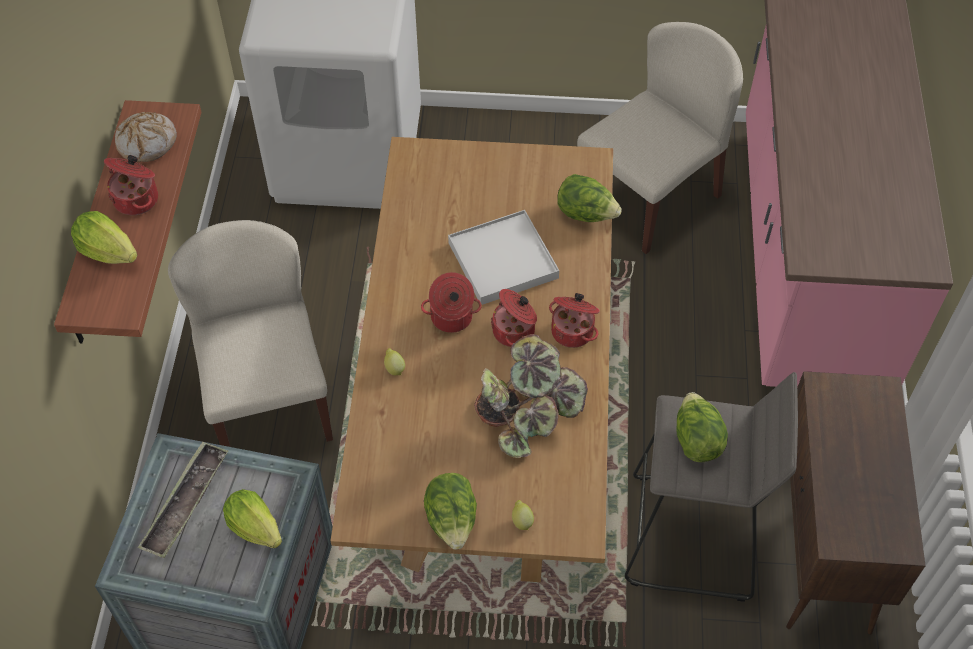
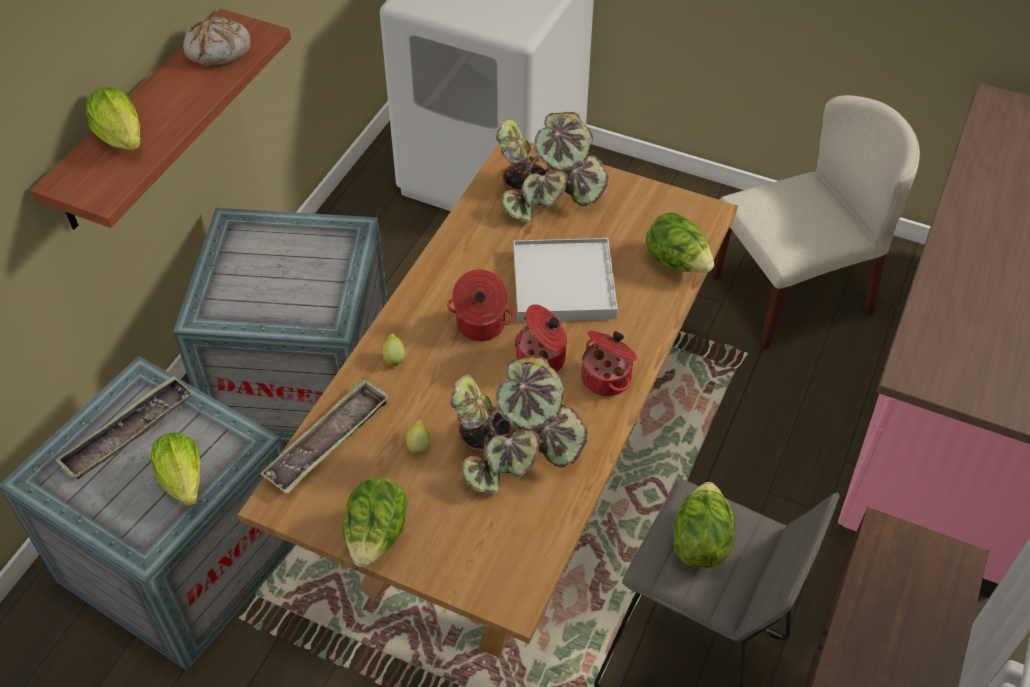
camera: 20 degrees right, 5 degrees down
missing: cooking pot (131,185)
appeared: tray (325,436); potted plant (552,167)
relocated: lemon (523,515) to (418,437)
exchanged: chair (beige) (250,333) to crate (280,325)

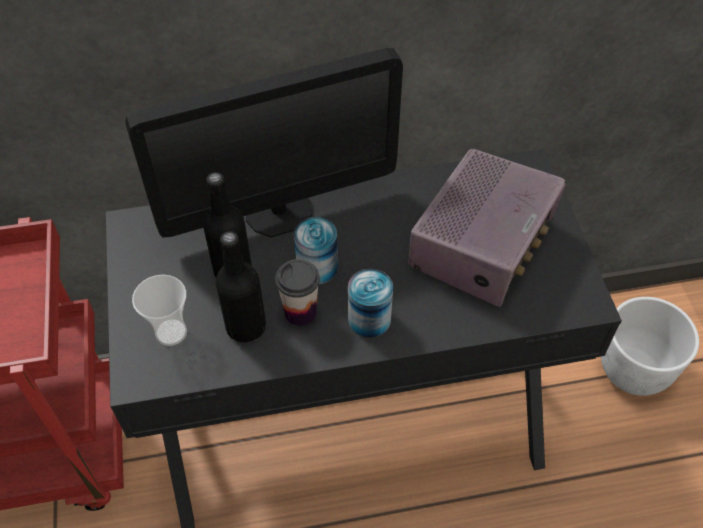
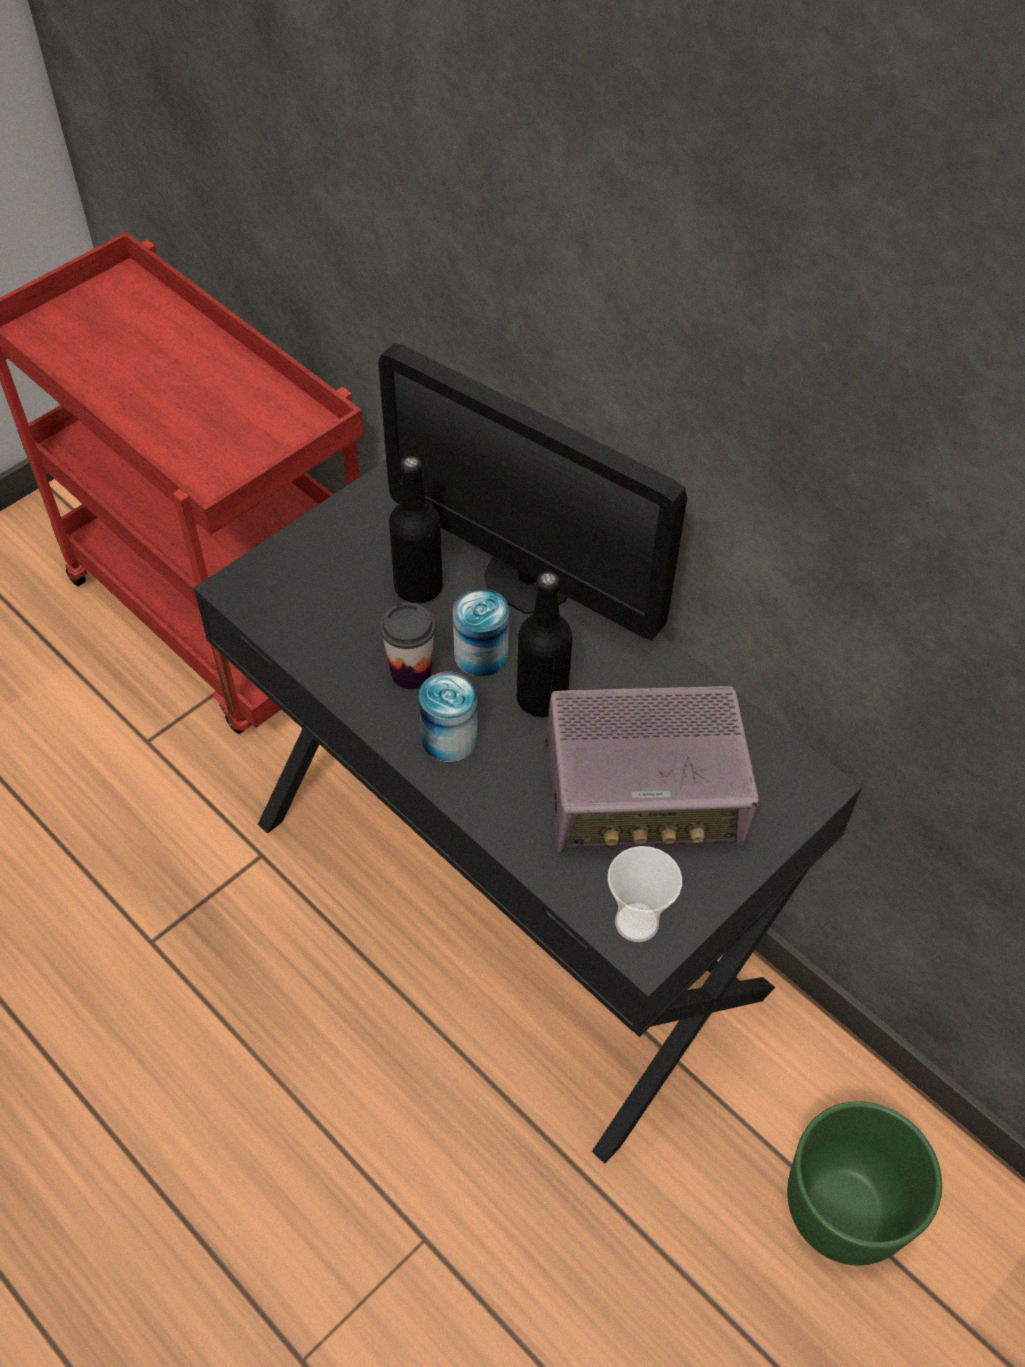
camera: 55 degrees right, 0 degrees up
relocated: cup (159,310) to (645,894); bottle (black) (241,287) to (545,644)
colour: planter (white) (650,346) to planter (green) (864,1183)

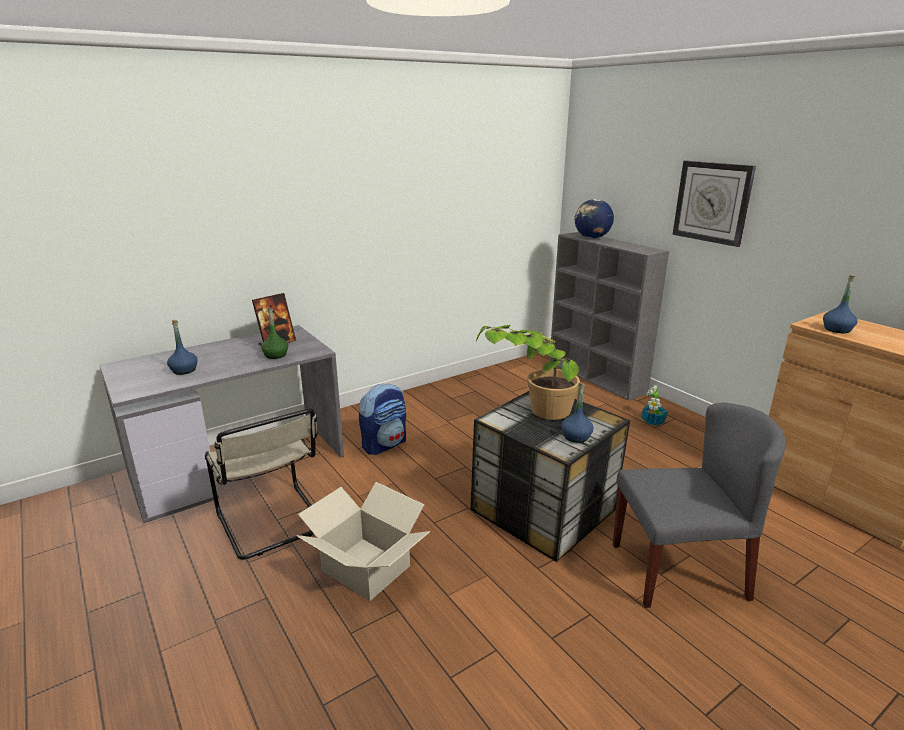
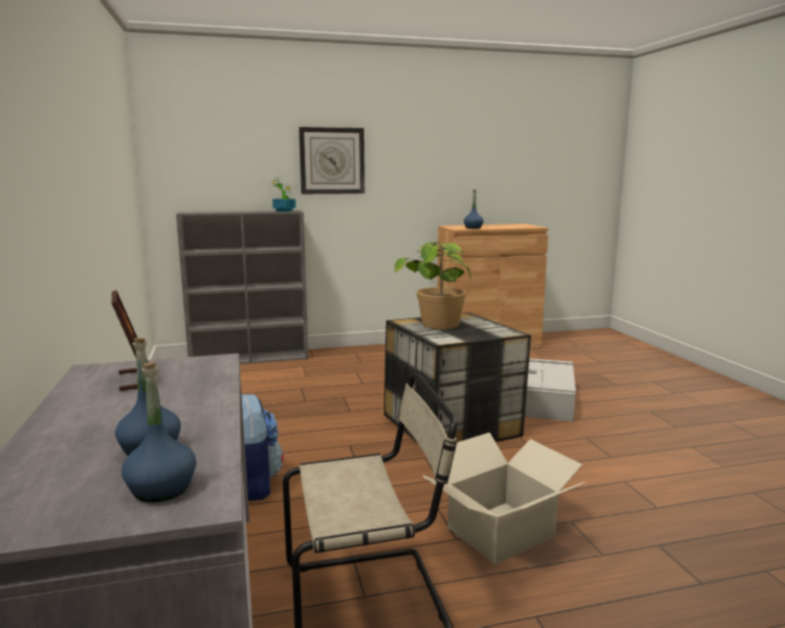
camera: 70 degrees left, 10 degrees down
missing: bottle (green) (274,333); globe (594,218)
relocated: bottle (blue) (577,412) to (159,432); potted plant (654,405) to (283,194)
exchanged: chair (grey) (699,505) to storage box (grey) (550,390)

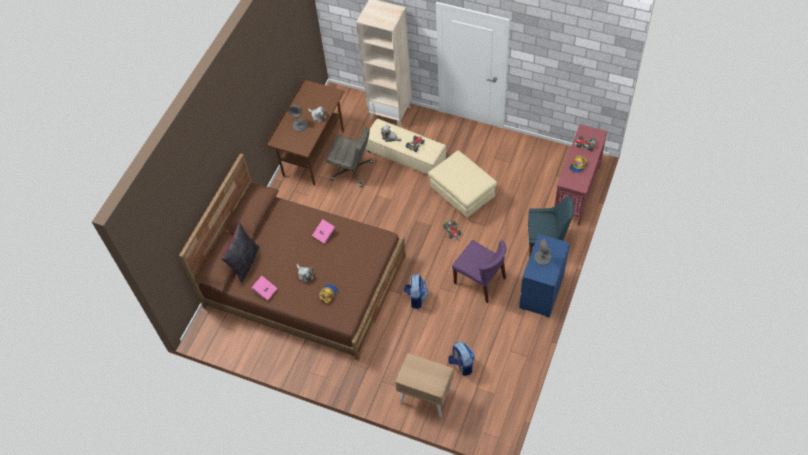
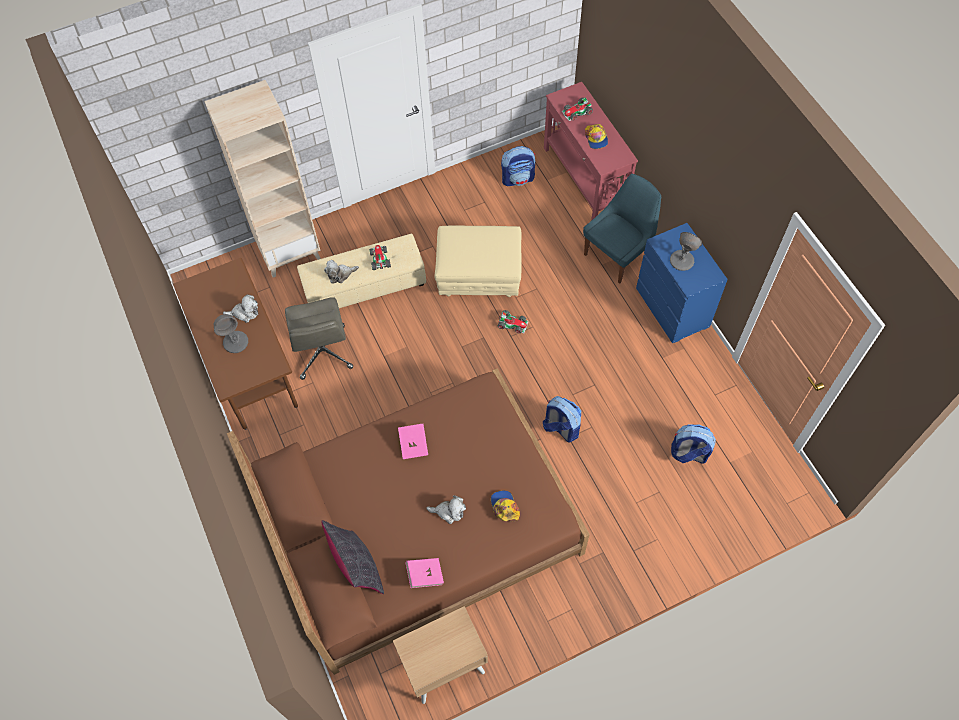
camera: 50 degrees left, 5 degrees up
missing: chair (purple) (479,271)
appeared: backpack (518,166)
relocated: nightstand (beige) (424,385) to (440,655)
spun: office chair (grey) (349,157) = (319,338) 105 degrees clockwise

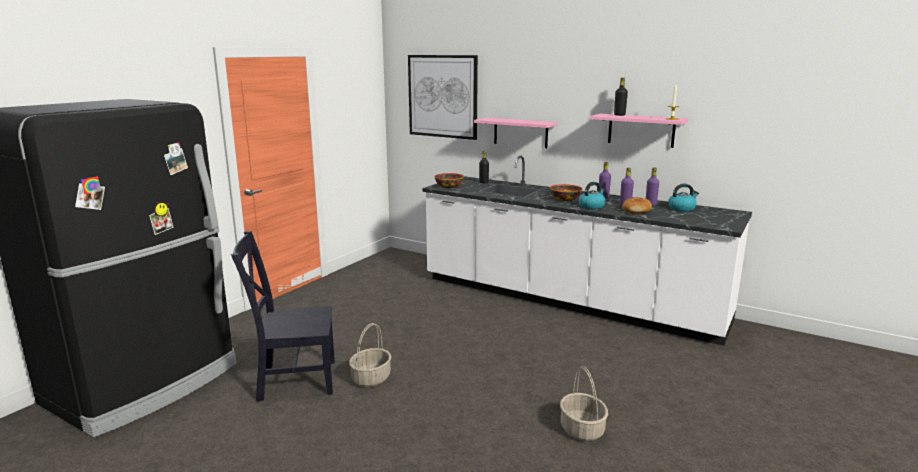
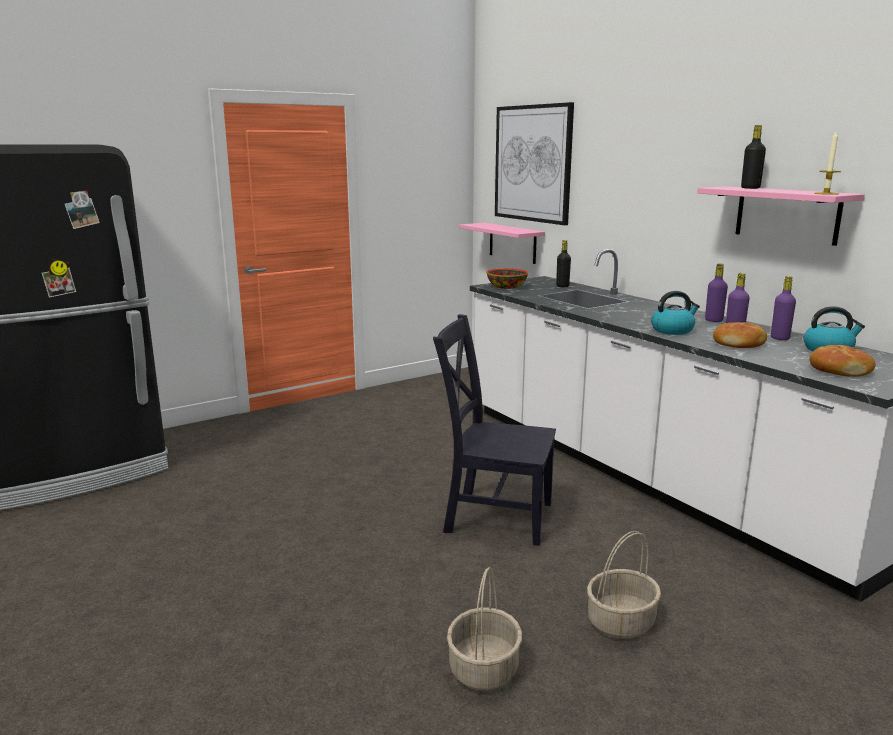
camera: 25 degrees right, 0 degrees up
missing: bowl (566,192)
appeared: bread (843,361)
relocated: chair (black) (283,316) to (494,430); basket (370,355) to (624,585); shelf (pink) (516,133) to (502,243)

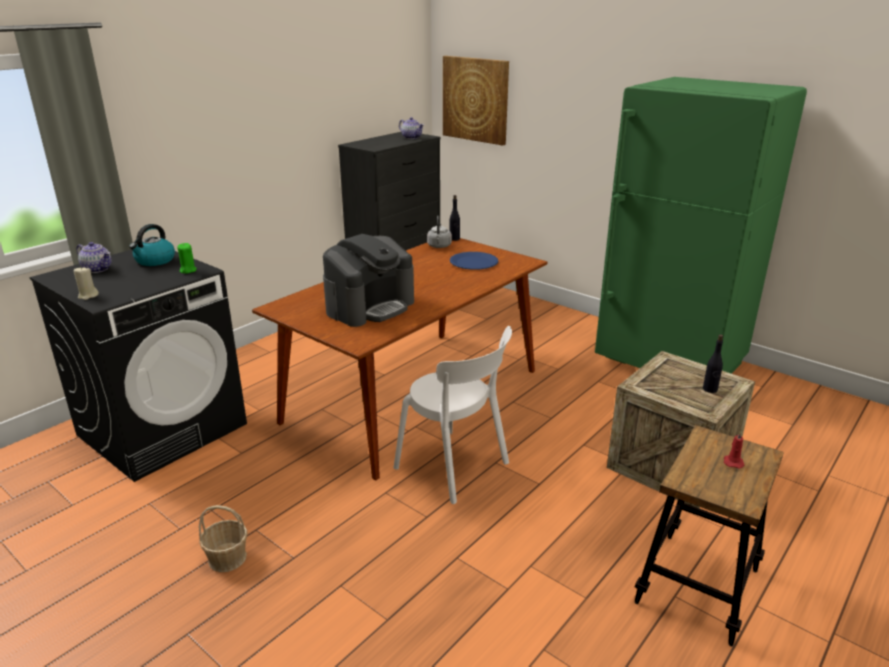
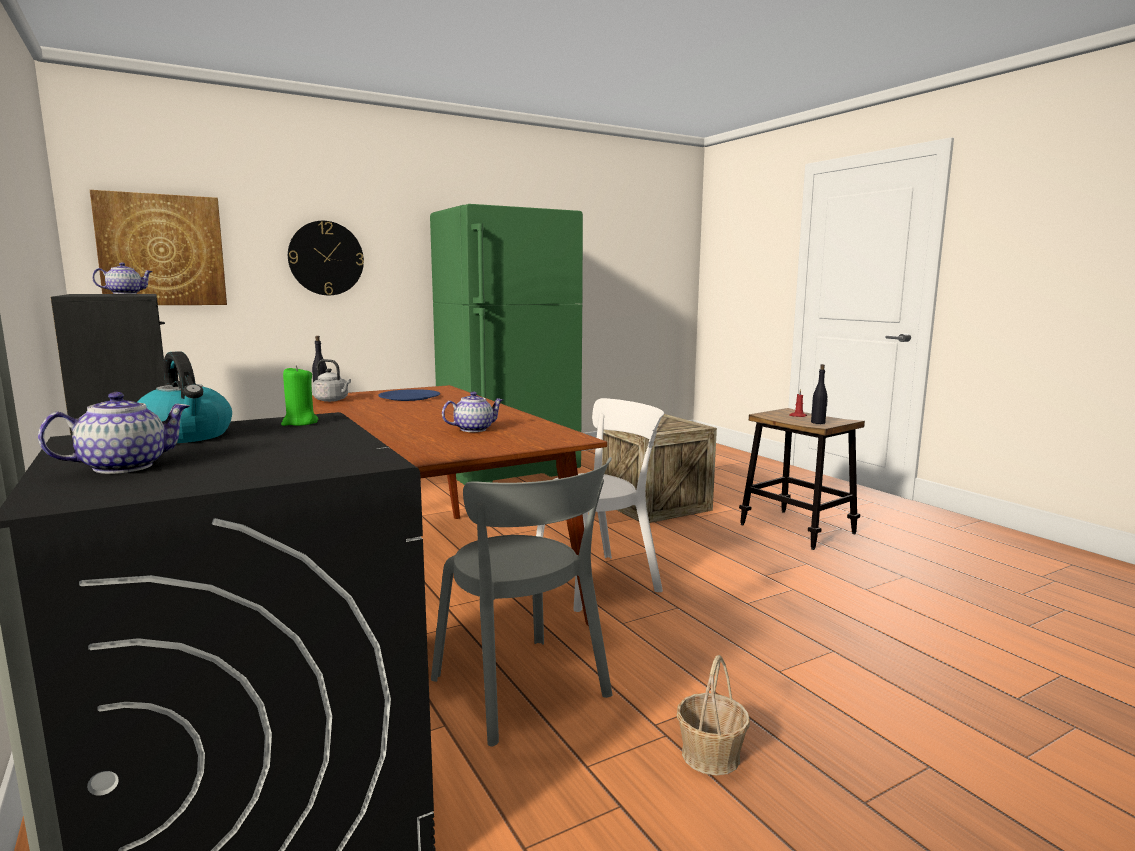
camera: 70 degrees left, 15 degrees down
missing: candle (beige) (86,283)
appeared: wall clock (326,258); chair (grey) (521,602)
relocated: bottle (black) (713,364) to (819,394)
exchanged: coffee machine (368,280) to teapot (472,411)

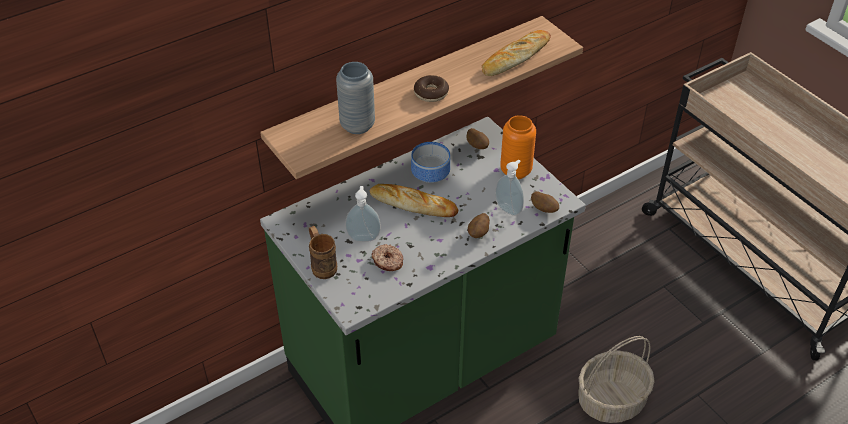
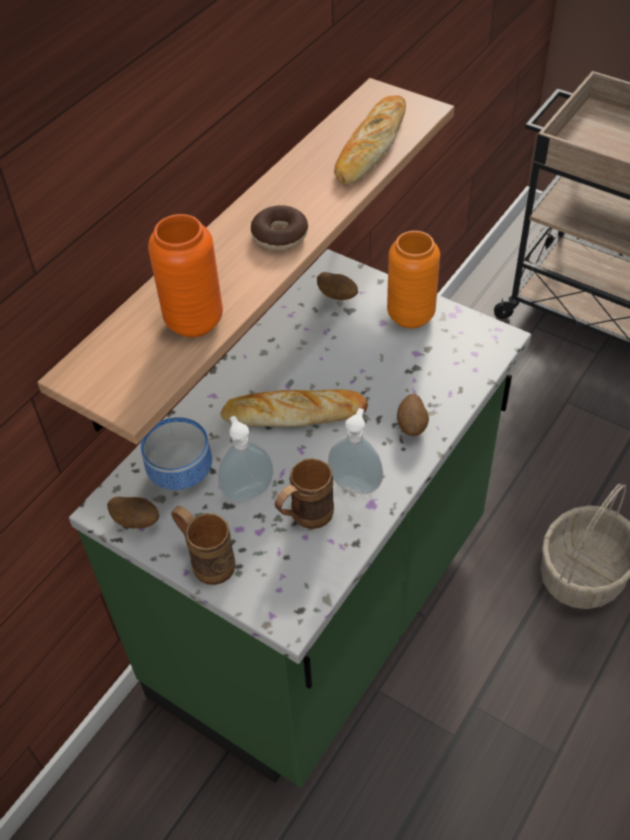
camera: 20 degrees left, 5 degrees up
relocated: bowl (431,162) to (176,453); soap dispenser (509,187) to (355,451); potato (545,202) to (133,513)
exchanged: donut (387,257) to mug (brown) (304,493)
colour: vase (grey) (355,98) to vase (orange) (185,275)

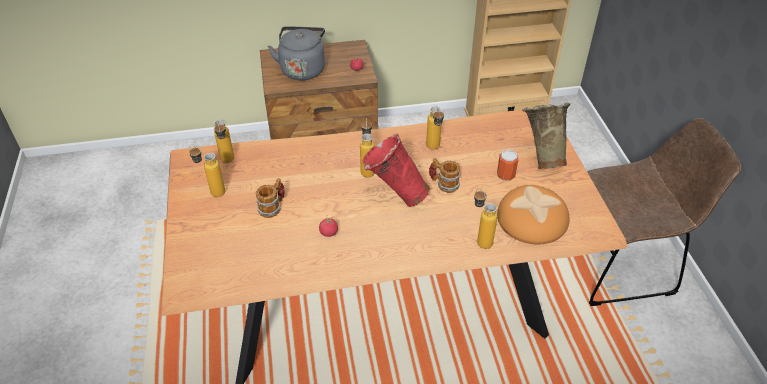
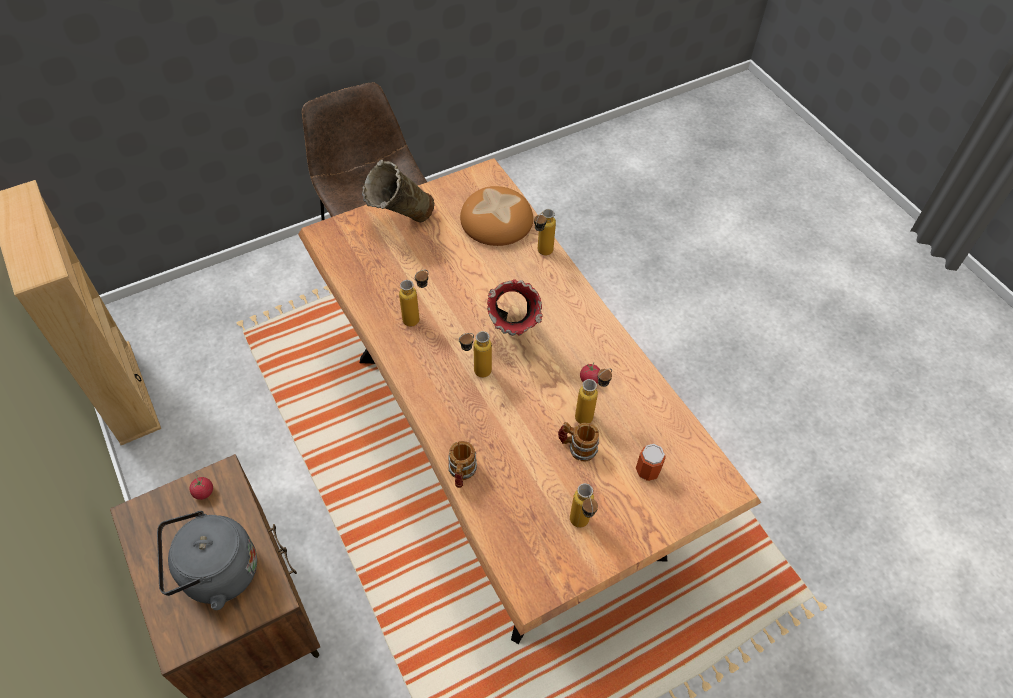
camera: 110 degrees left, 10 degrees up
relocated: bottle (224,141) to (593,396); mug (444,175) to (462,464); can (507,165) to (651,462)

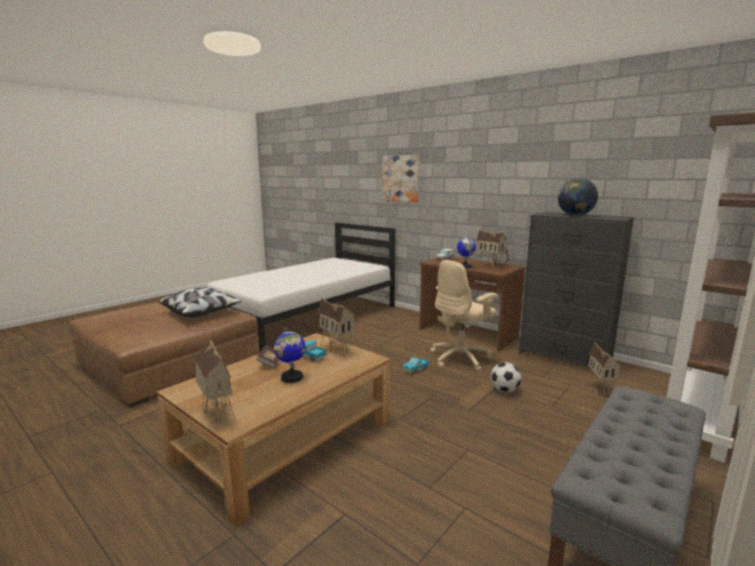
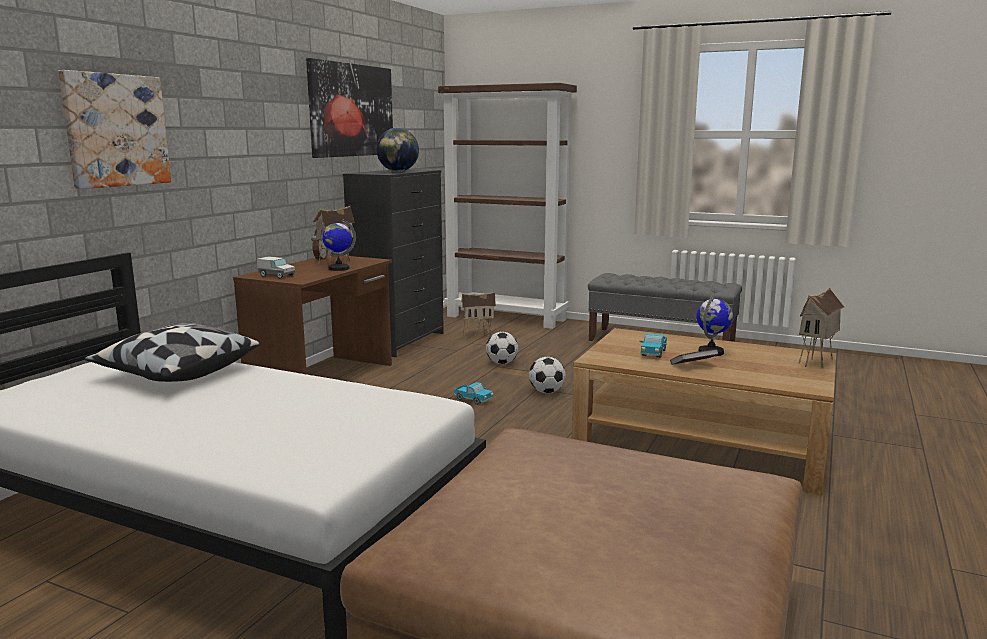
camera: 105 degrees left, 0 degrees up
missing: toy house (337,327); office chair (beige) (464,316)
appeared: picture (349,108); football (547,375)
relocated: pillow (200,302) to (172,352)

